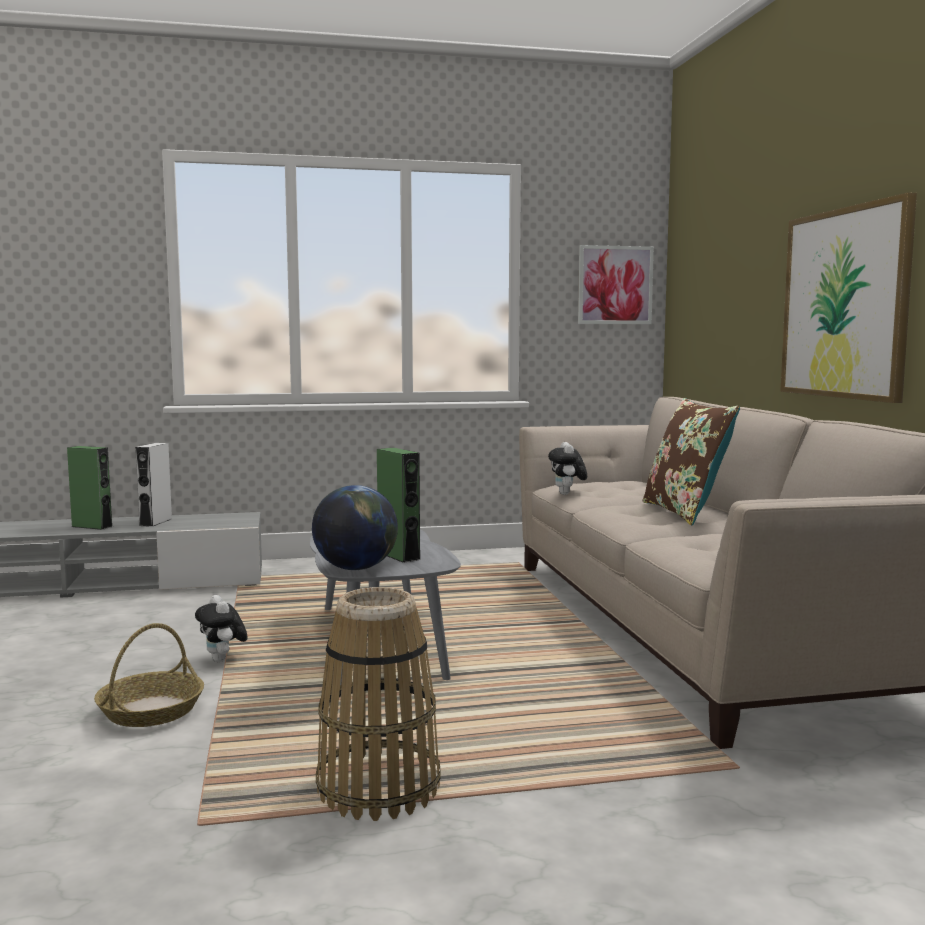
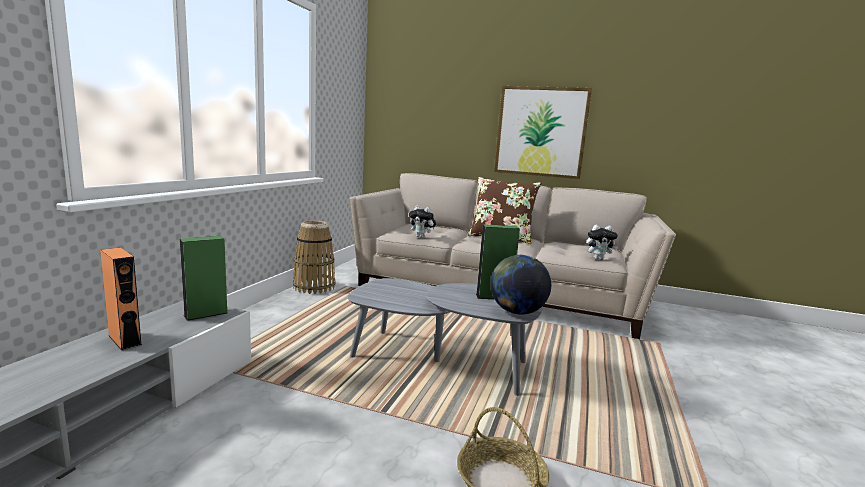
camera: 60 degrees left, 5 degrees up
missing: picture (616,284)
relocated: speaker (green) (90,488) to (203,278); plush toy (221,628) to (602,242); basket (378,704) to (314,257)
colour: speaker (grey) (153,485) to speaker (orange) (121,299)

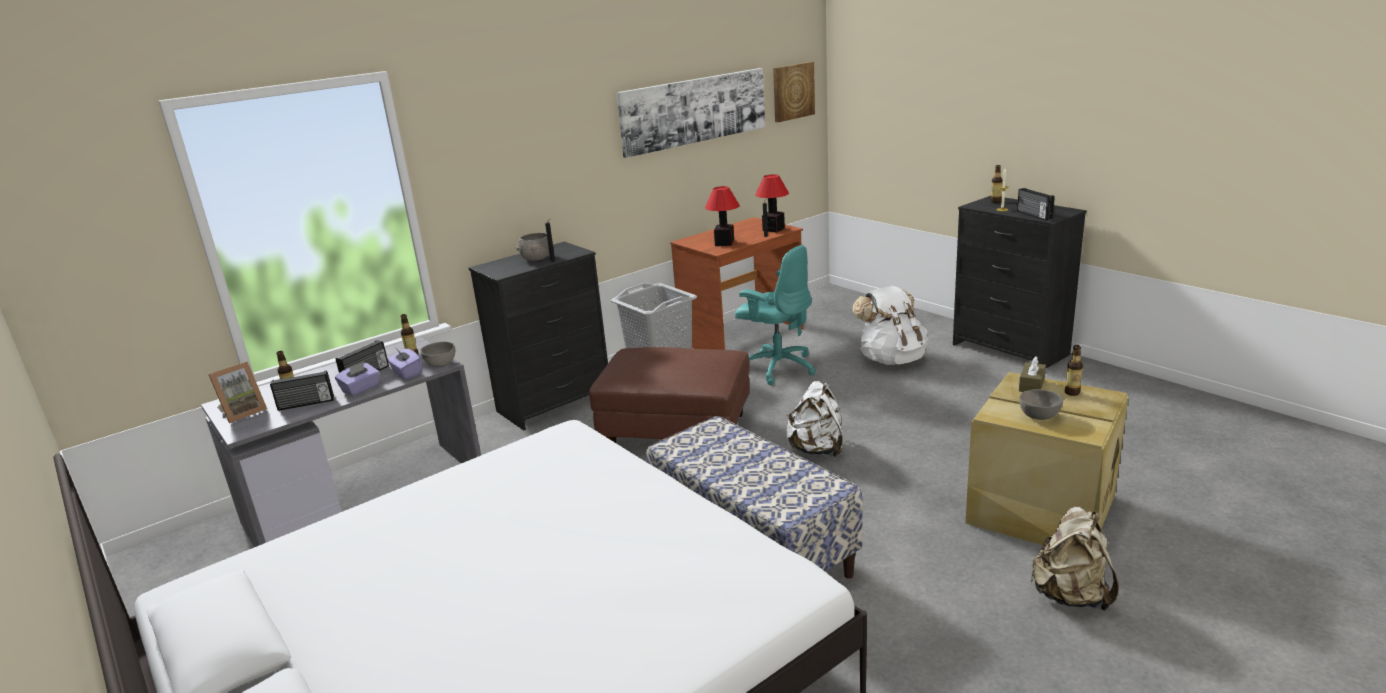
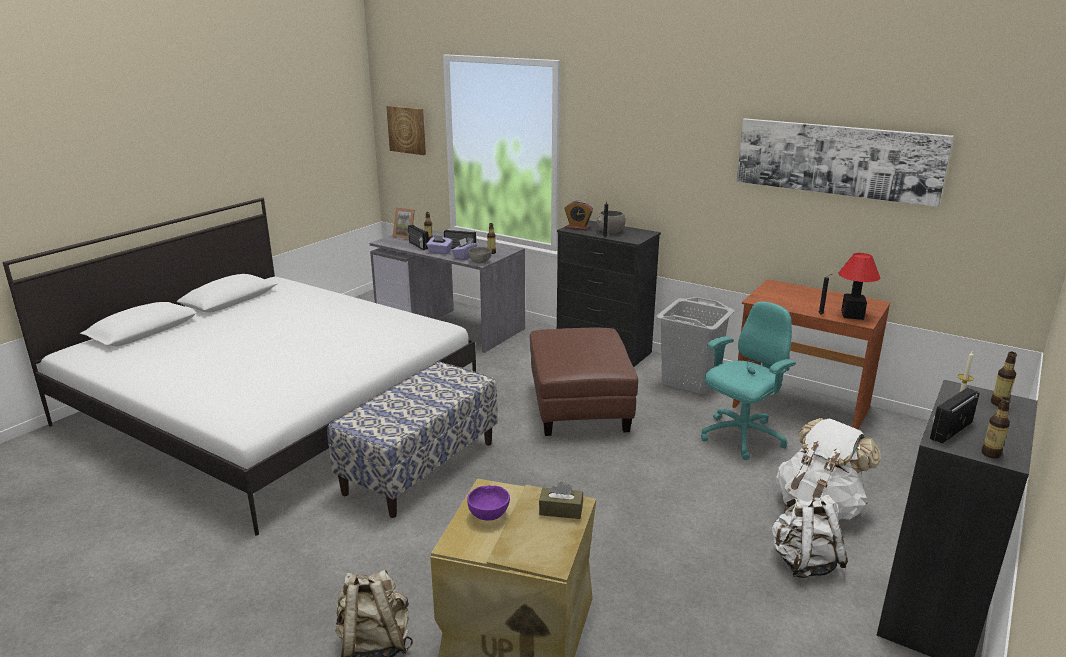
camera: 70 degrees right, 0 degrees up
missing: table lamp (722,216)
appeared: alarm clock (579,215)
relocated: picture (794,92) to (406,130); backpack (white) (814,419) to (810,536); bottle (1074,370) to (996,427)
colour: bowl (grey) (1041,404) to bowl (purple) (488,503)
spun: office chair (turquoise) (775,315) = (748,380) 150 degrees counterclockwise

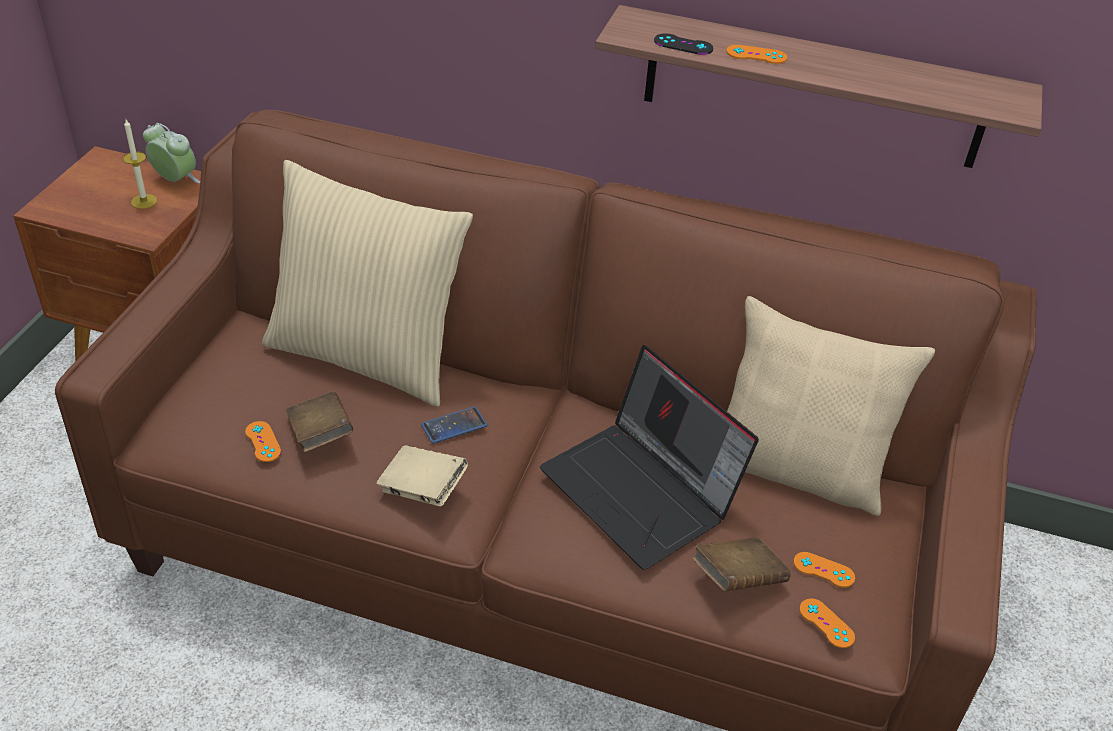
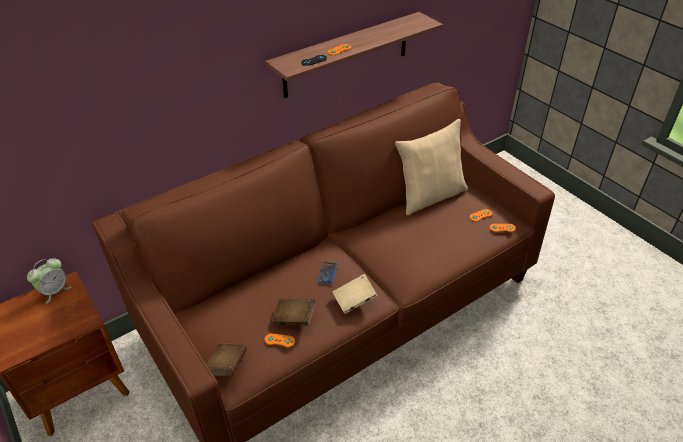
camera: 50 degrees left, 0 degrees up
missing: candle (140,164); pillow (beige) (367,283); laptop (649,457)
relocated: book (brown) (742,564) to (226,359)
spun: alarm clock (171,153) = (49,281) 150 degrees clockwise

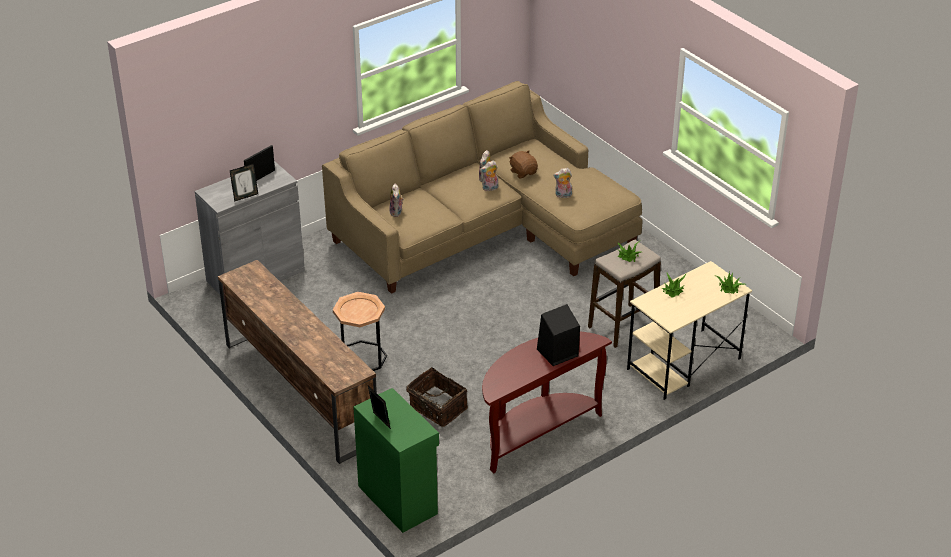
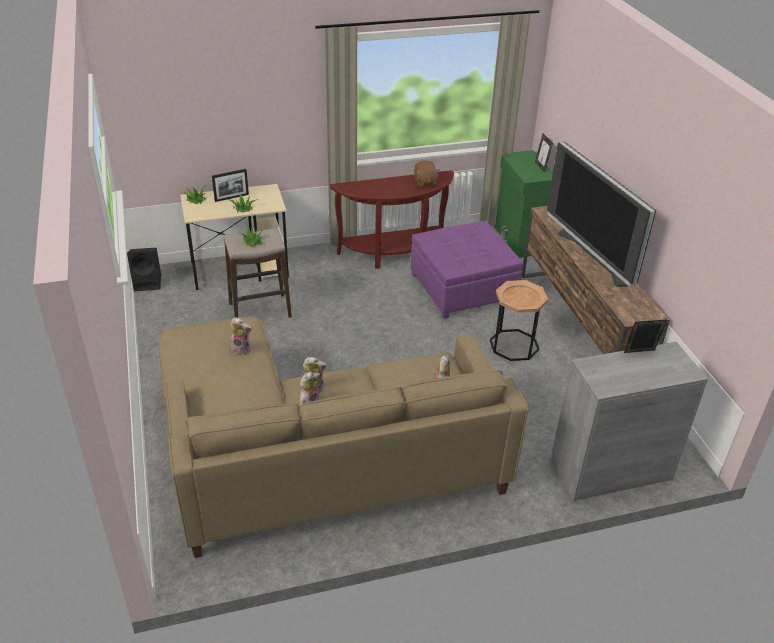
camera: 160 degrees left, 0 degrees up
appeared: television (601,214)
relocated: picture frame (259,163) to (230,185); plush toy (brown) (523,165) to (427,173); speaker (black) (558,335) to (144,269)
exchanged: basket (437,397) to ottoman (purple) (467,270)

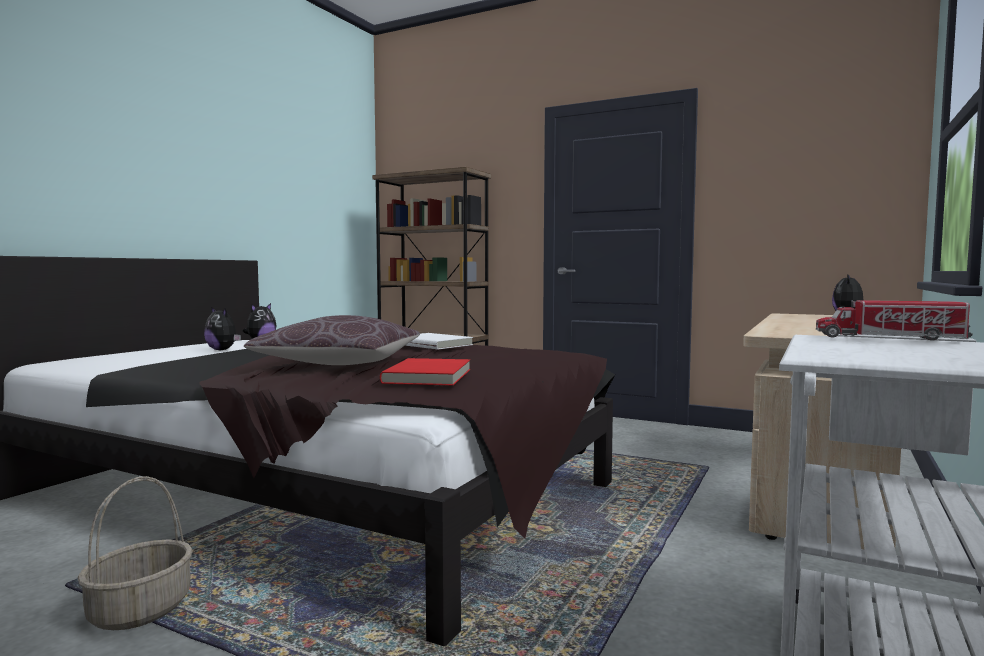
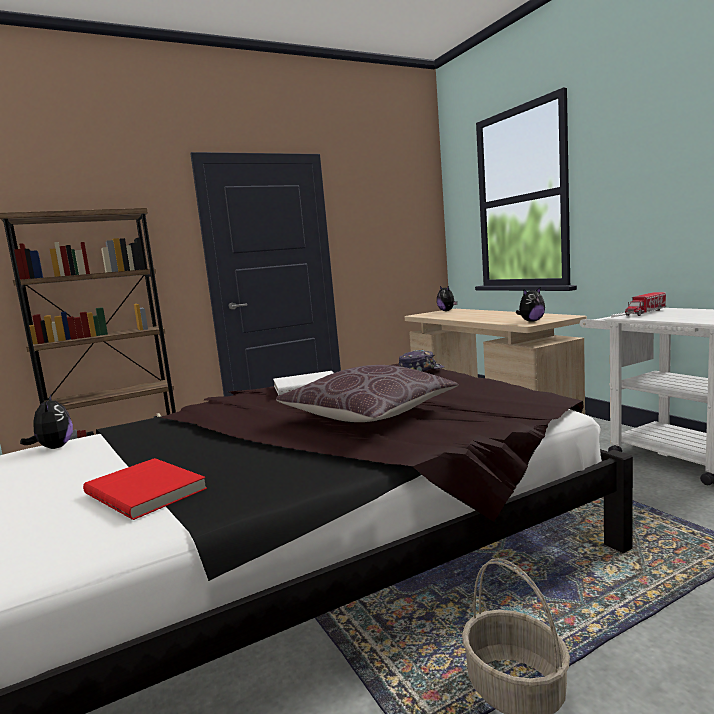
camera: 55 degrees left, 5 degrees up
appeared: cap (421,361)
relocated: plush toy (222,328) to (530,305); book (red) (425,371) to (145,489)

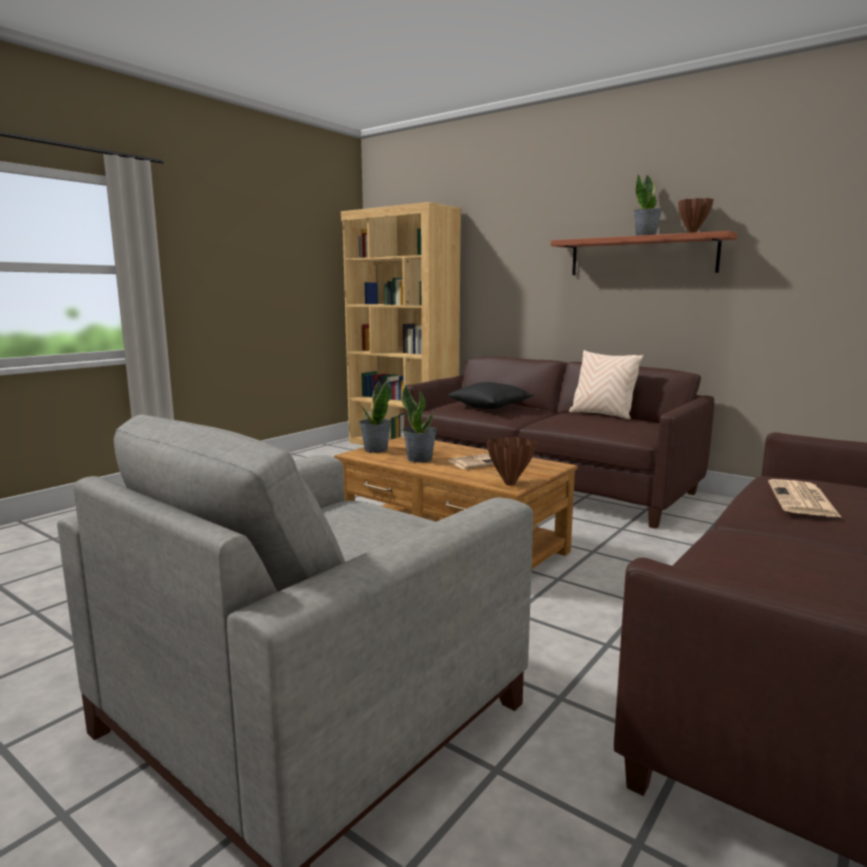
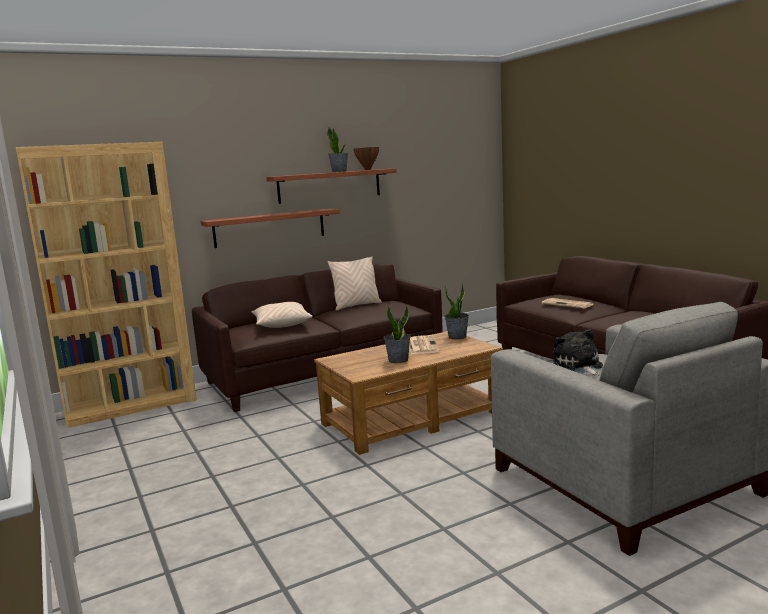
camera: 65 degrees left, 0 degrees up
missing: vase (brown) (511,461)
appeared: shelf (270,228); plush toy (578,352)
relocated: potted plant (375,417) to (456,311)
colour: pillow (black) (491,395) to pillow (beige) (282,315)

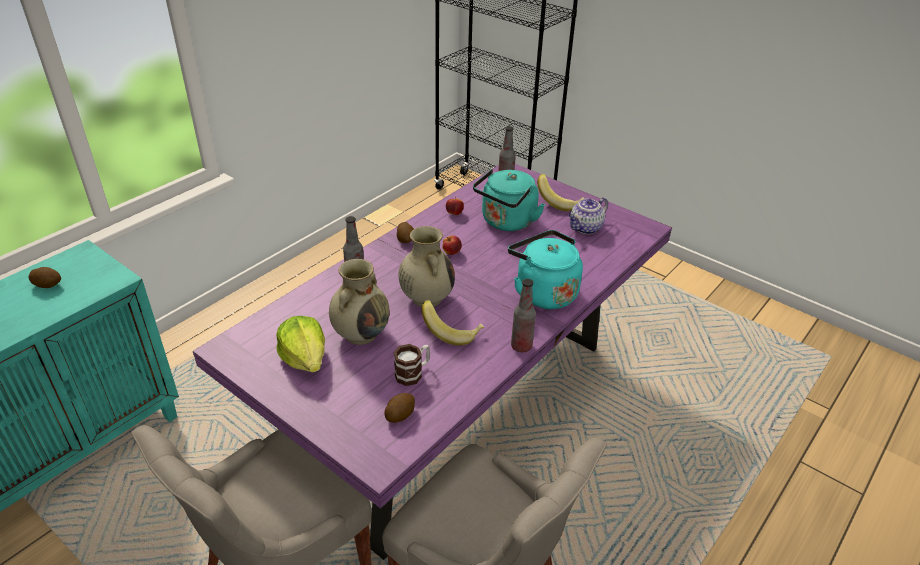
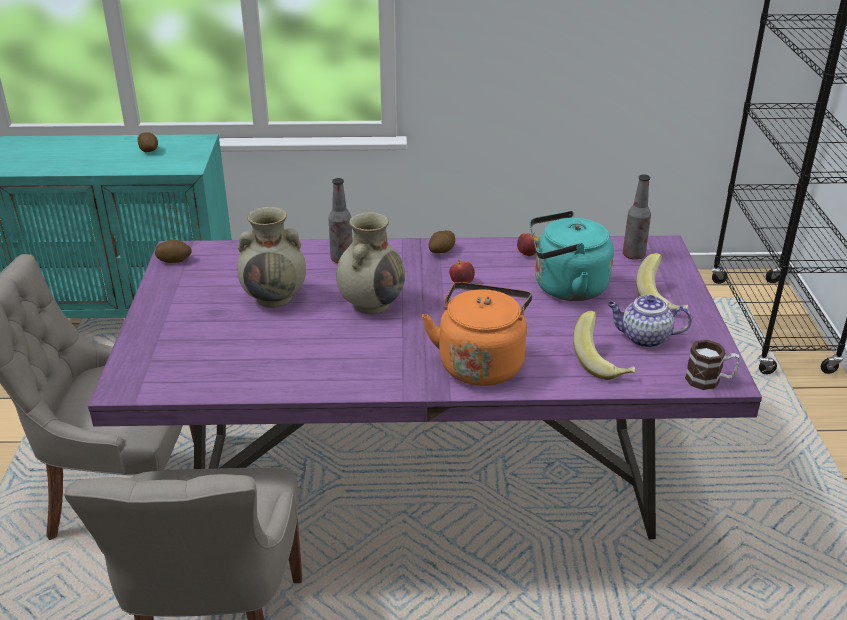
camera: 50 degrees right, 5 degrees down
missing: lettuce (300,344); bottle (523,315)
relocated: potato (399,408) to (173,251); mug (412,365) to (712,365); banana (452,323) to (604,345)
colour: kettle (turquoise) (545,269) to kettle (orange) (477,334)

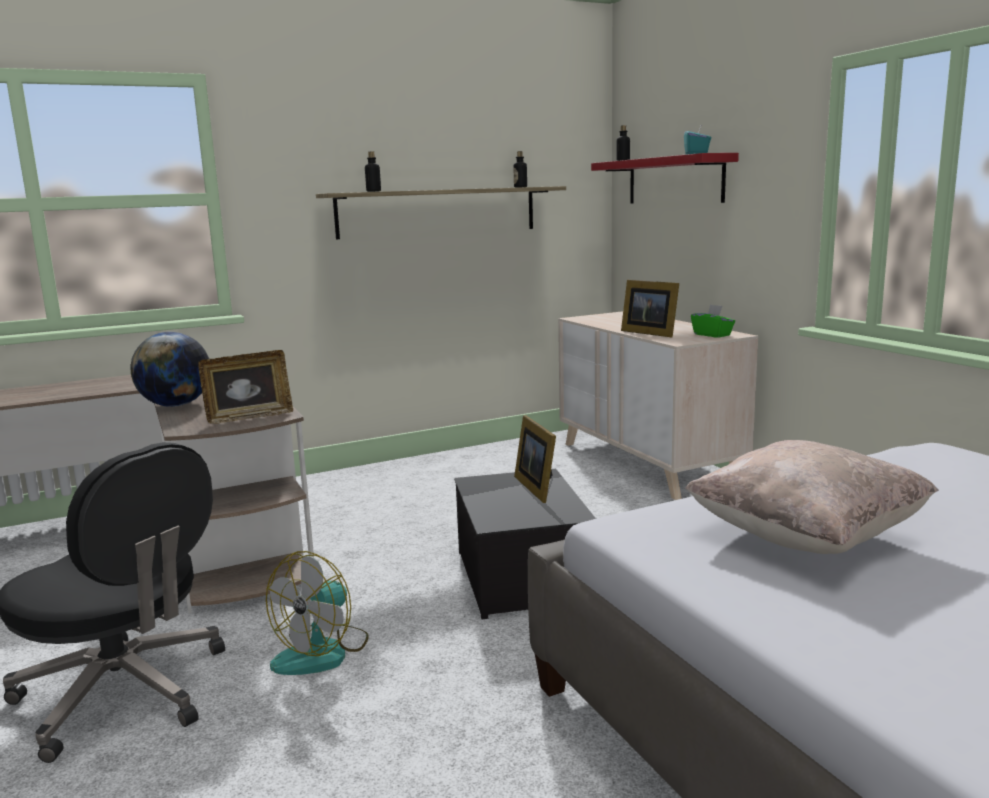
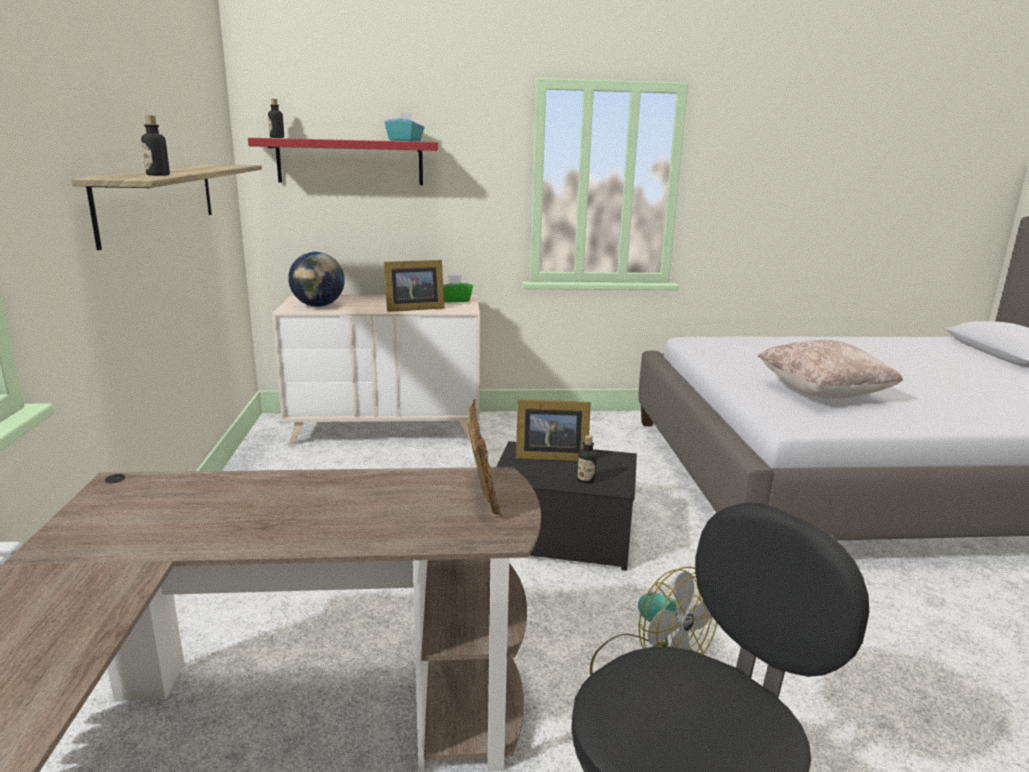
camera: 70 degrees left, 5 degrees up
relocated: globe (169,369) to (316,279); bottle (520,169) to (587,459)

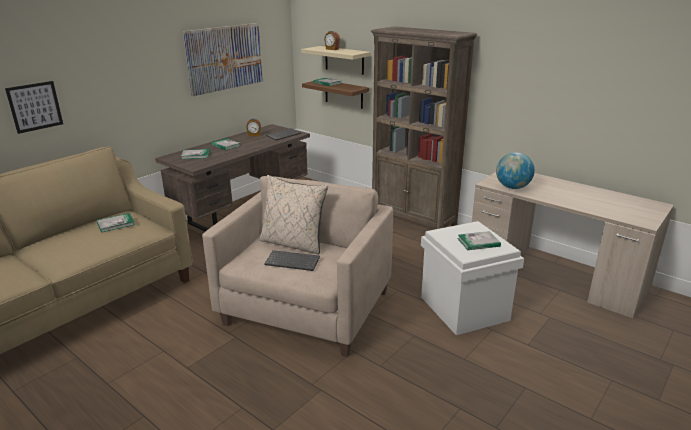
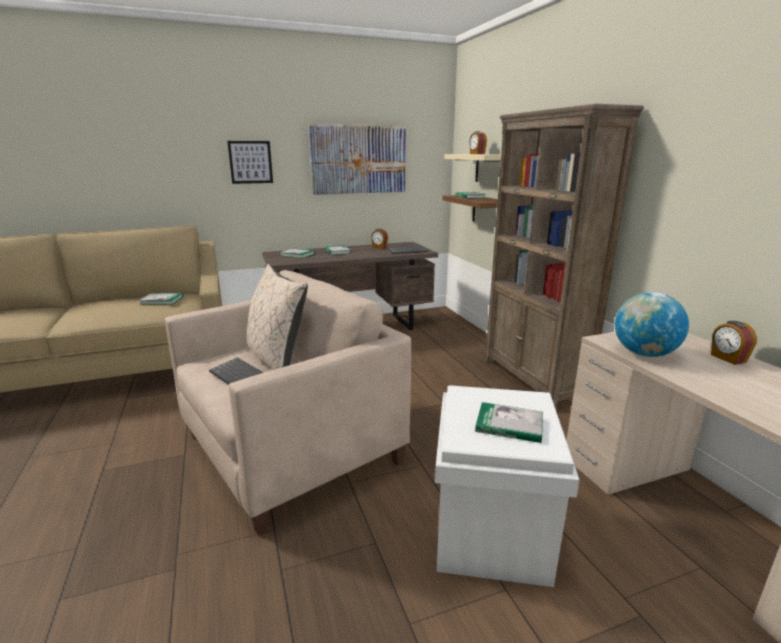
camera: 30 degrees right, 5 degrees down
appeared: alarm clock (734,343)
relocated: picture (34,107) to (250,162)

